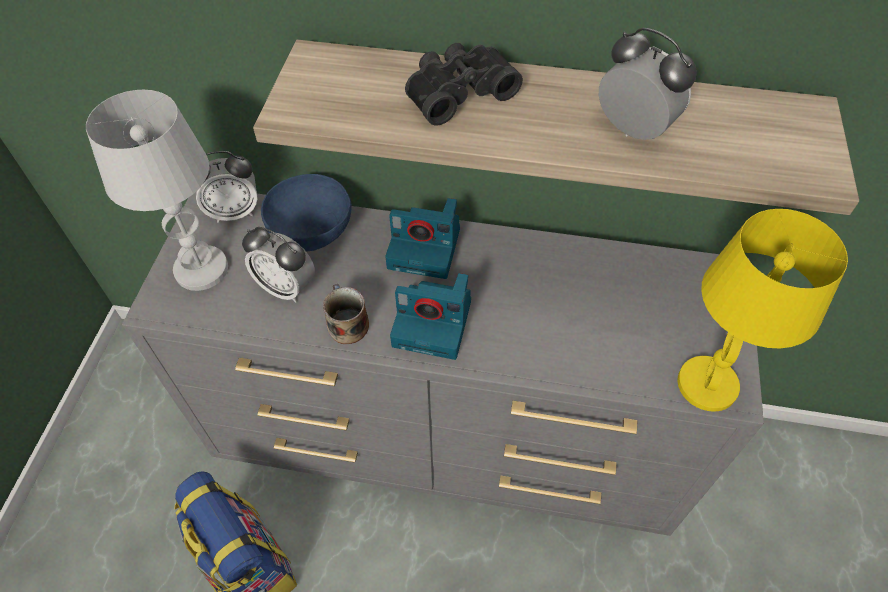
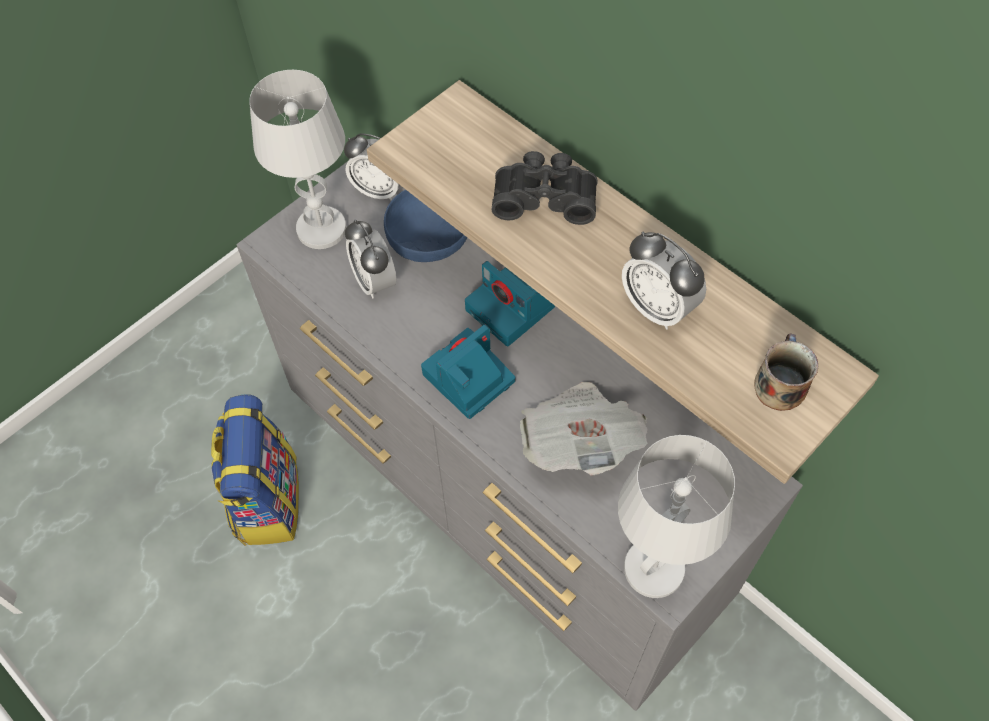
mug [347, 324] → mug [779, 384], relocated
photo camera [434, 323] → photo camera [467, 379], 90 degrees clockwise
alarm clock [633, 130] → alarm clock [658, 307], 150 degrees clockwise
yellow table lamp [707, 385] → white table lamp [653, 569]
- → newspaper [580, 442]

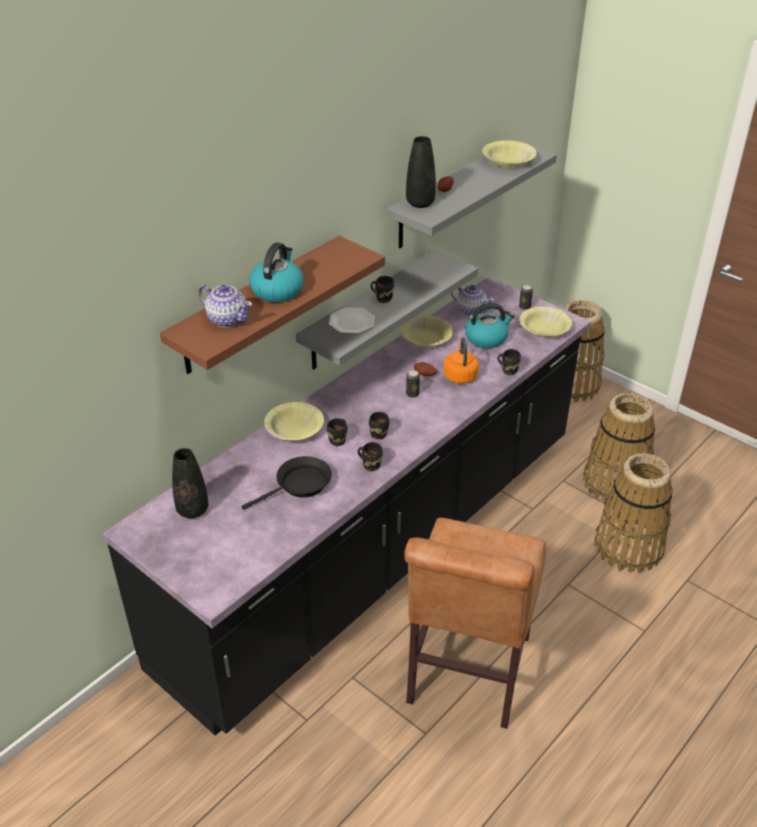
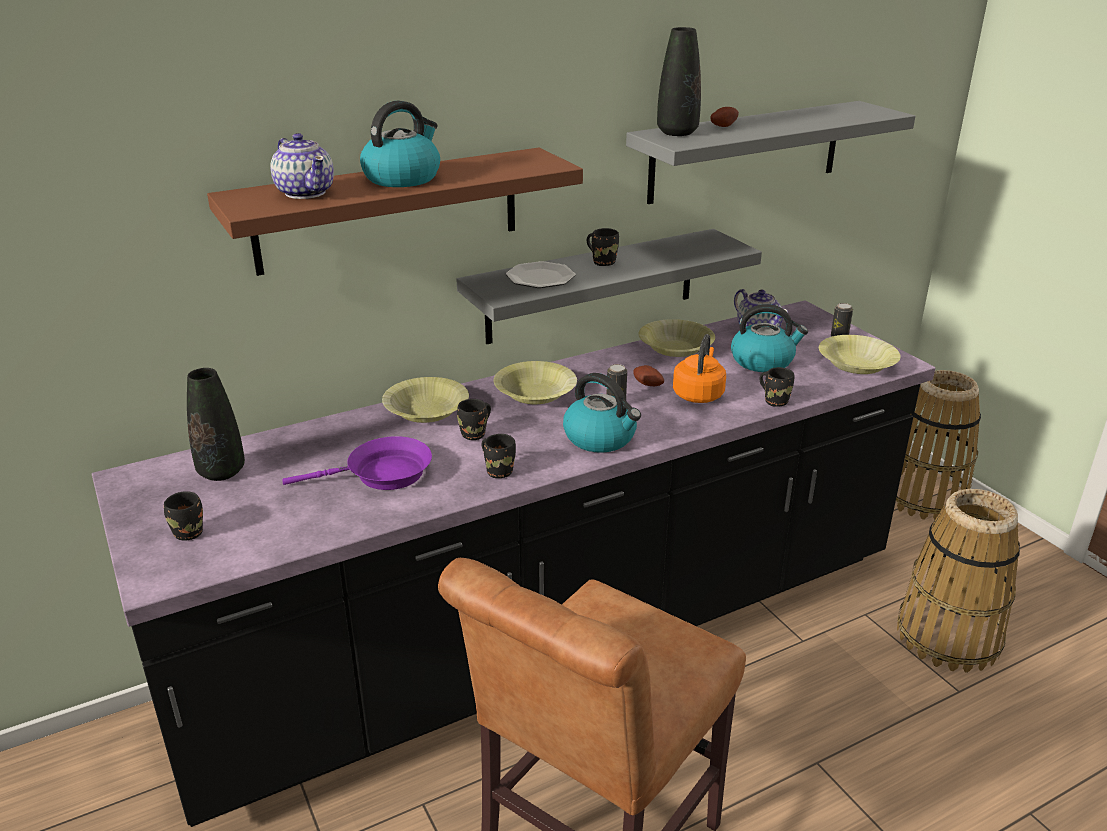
black frying pan [299, 486] → purple frying pan [382, 474]
black mug [379, 434] → black mug [191, 532], relocated
yellow bowl [508, 161] → yellow bowl [535, 393], relocated
basket [628, 547] → -
- → kettle [601, 438]

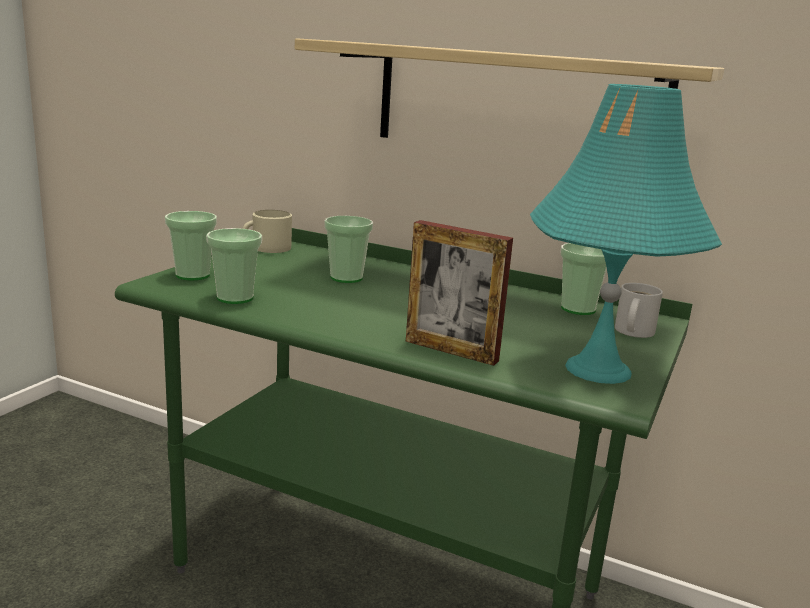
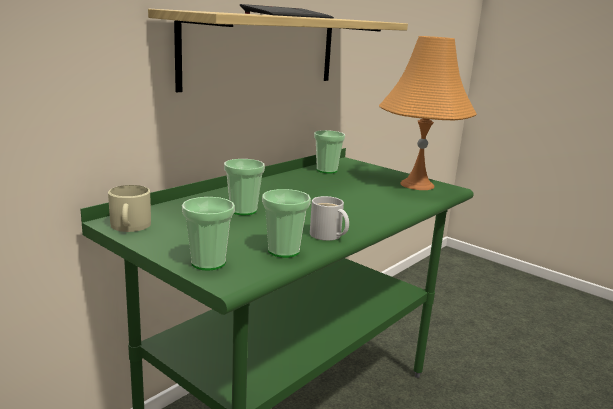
picture frame [451, 351] → -
turquoise table lamp [597, 369] → orange table lamp [416, 185]
white mug [632, 331] → white mug [327, 236], relocated
- → keyboard [289, 16]

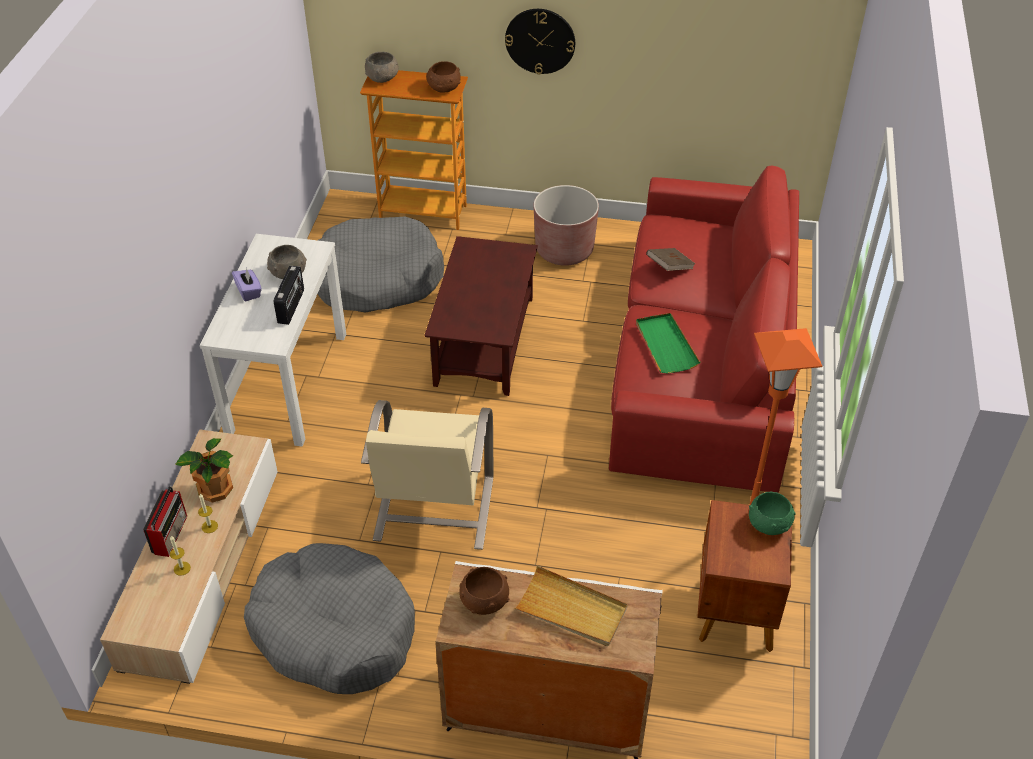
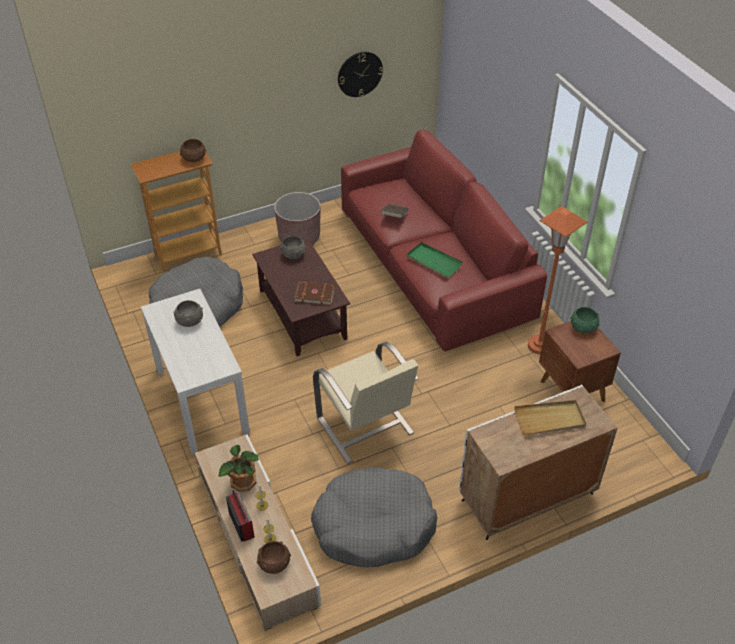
purple tissue box [249, 291] → -
radio [292, 307] → -
grey bowl [383, 78] → grey bowl [293, 254], relocated
brown bowl [484, 601] → brown bowl [274, 563], relocated
wall clock [540, 41] → wall clock [360, 74], relocated
- → brown book [314, 294]

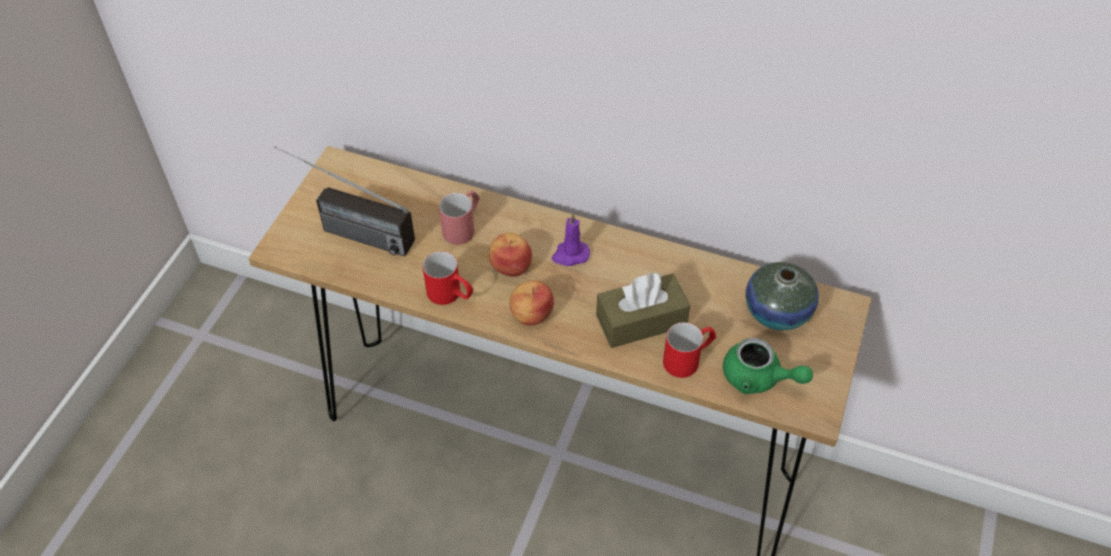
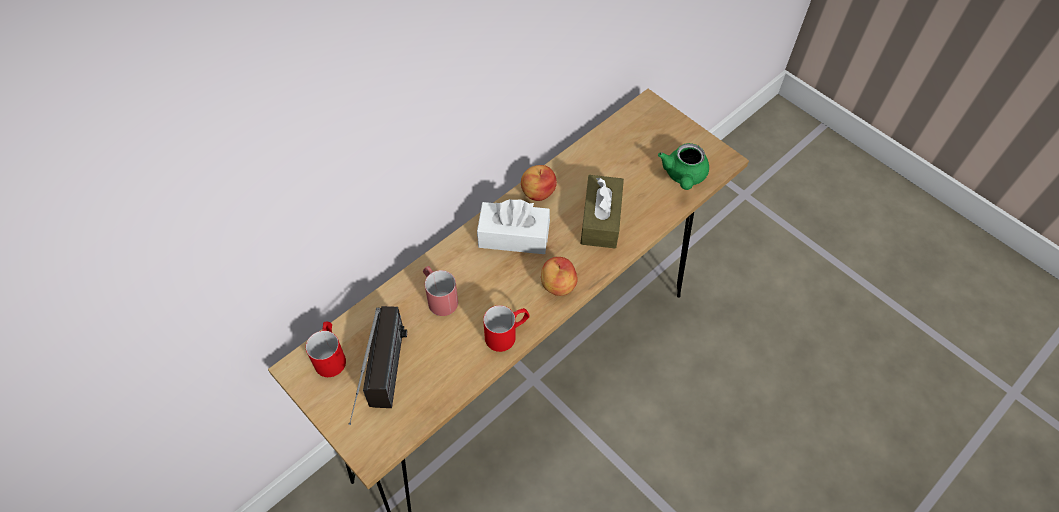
radio [346, 230] → radio [386, 389], 45 degrees counterclockwise
apple [511, 266] → apple [538, 192], relocated
purple candle [570, 255] → white tissue box [513, 236]
red mug [688, 359] → red mug [330, 355], relocated
green teapot [758, 378] → green teapot [683, 176], 135 degrees clockwise
vase [777, 312] → -

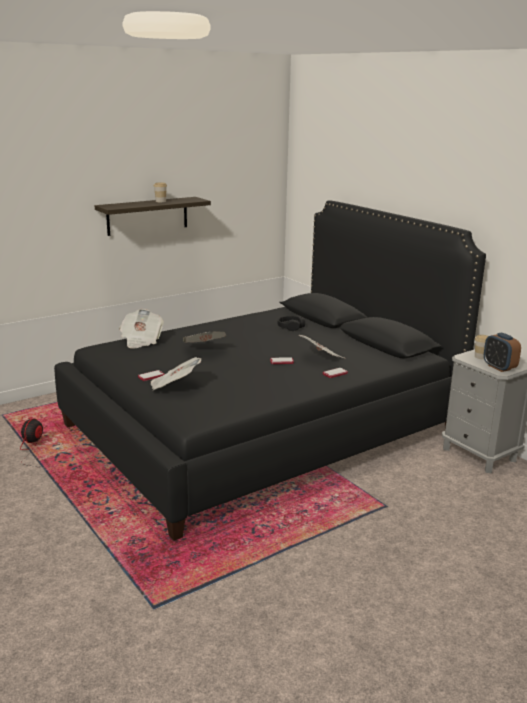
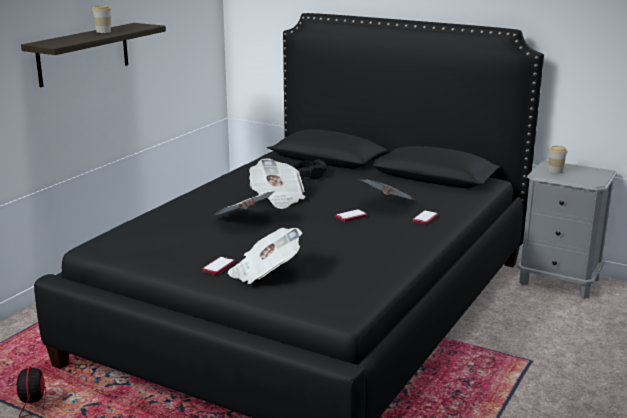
newspaper [141, 340] → newspaper [277, 198], relocated
alarm clock [499, 367] → -

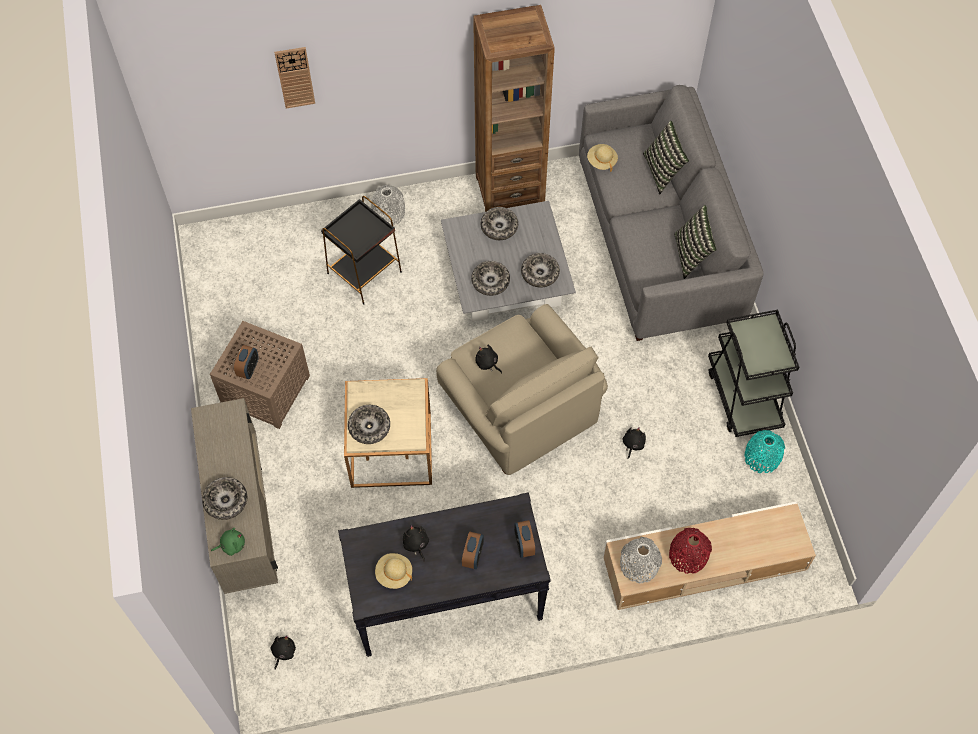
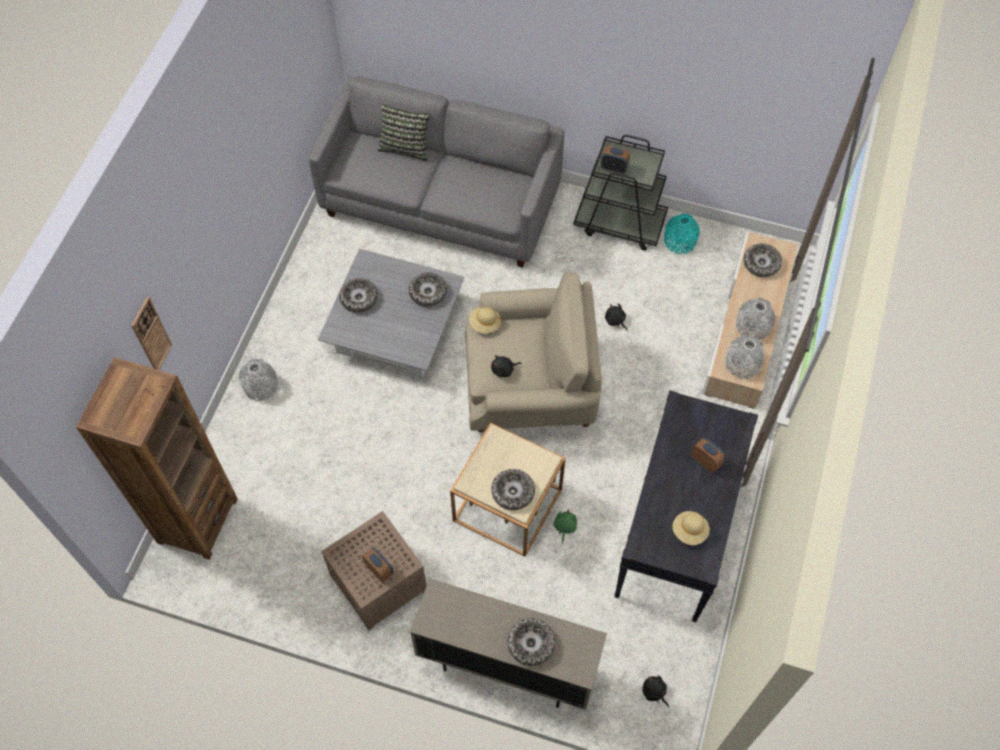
green plush toy [231, 545] → green plush toy [564, 527], relocated
black side table [365, 272] → -
black plush toy [416, 544] → -
bowl [490, 281] → bowl [761, 263], relocated
brown bookcase [509, 190] → brown bookcase [197, 520], relocated
alarm clock [524, 545] → alarm clock [614, 168], relocated
beige hat [601, 161] → beige hat [485, 324], relocated
red vase [688, 556] → grey vase [753, 326]
pillow [692, 255] → -

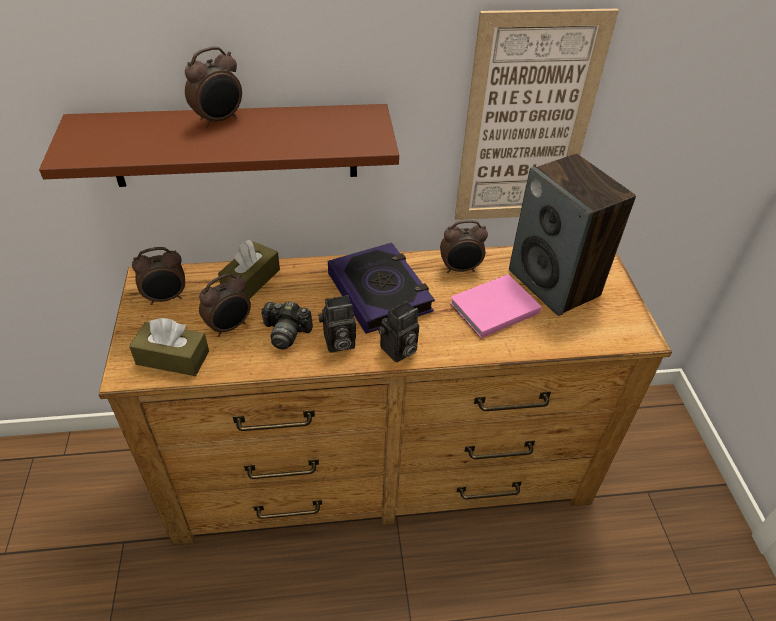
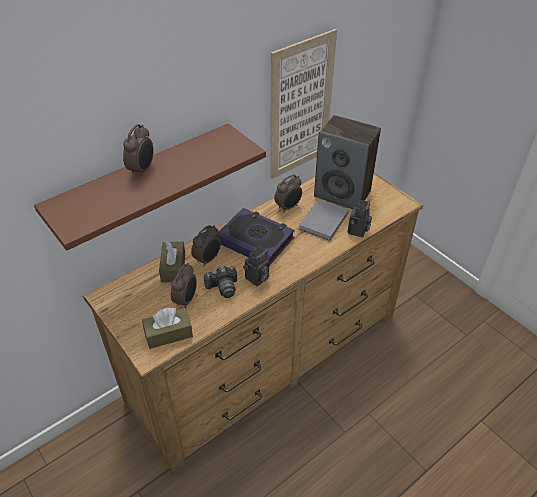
alarm clock [166, 298] → alarm clock [208, 259], relocated
photo camera [398, 351] → photo camera [358, 231], relocated
pink book [492, 308] → grey book [322, 221]

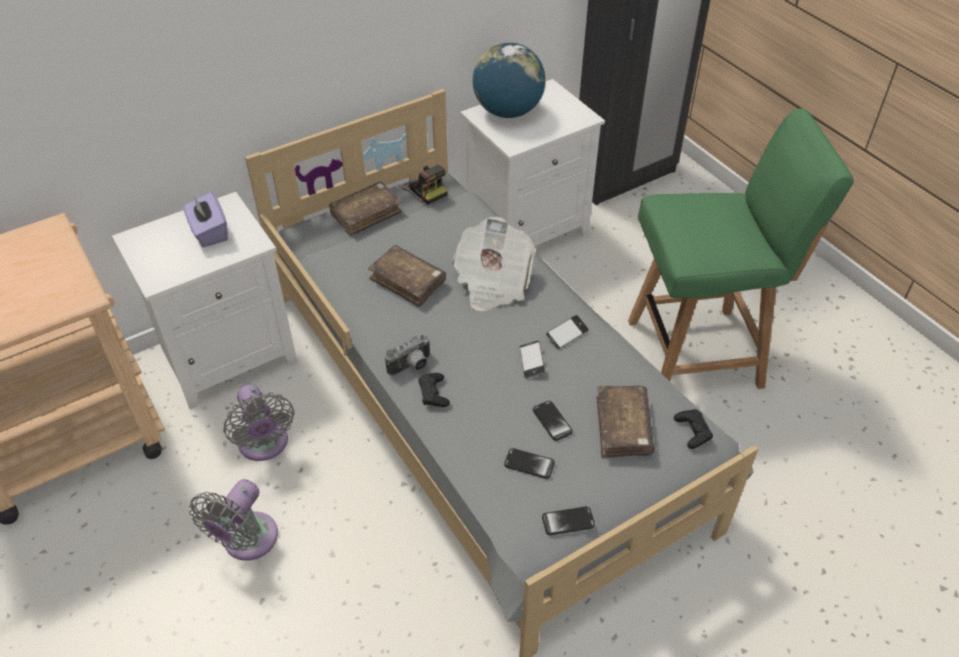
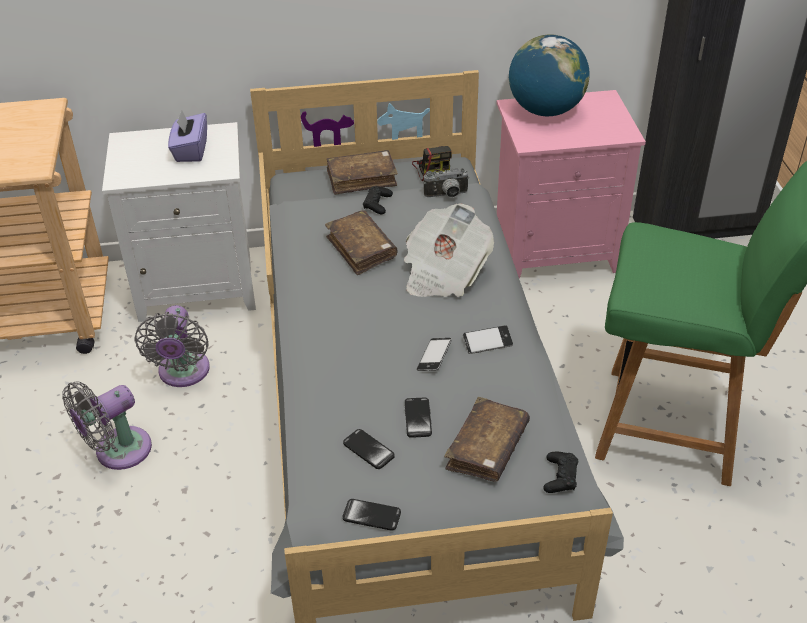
photo camera [412, 367] → photo camera [447, 196], relocated
black game controller [433, 394] → black game controller [377, 204], relocated
white nightstand [527, 229] → pink nightstand [556, 249]

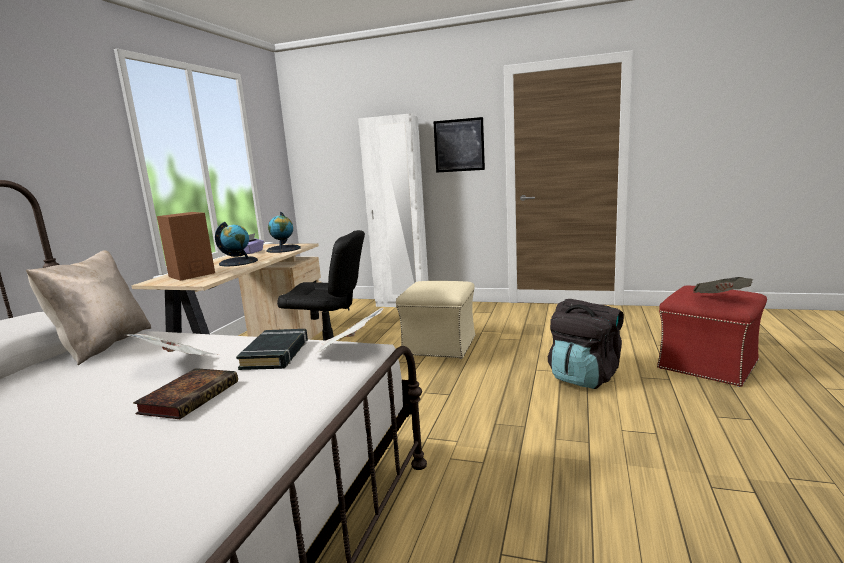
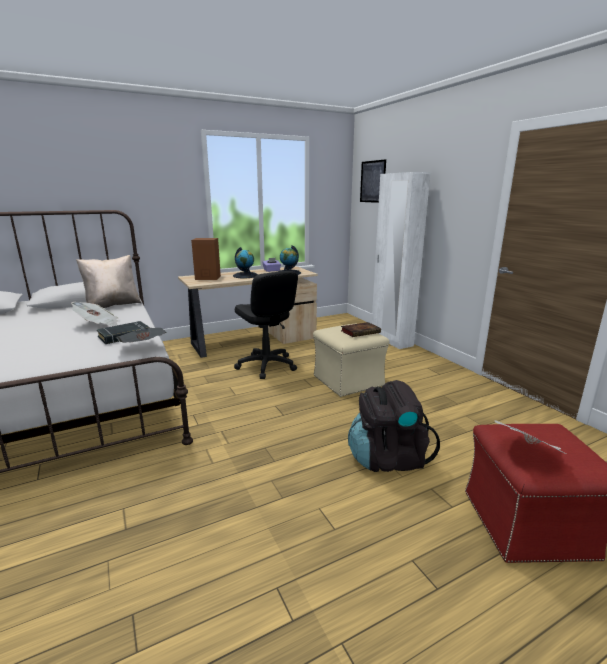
book [191, 396] → book [361, 332], relocated
picture [459, 145] → picture [372, 181], relocated

